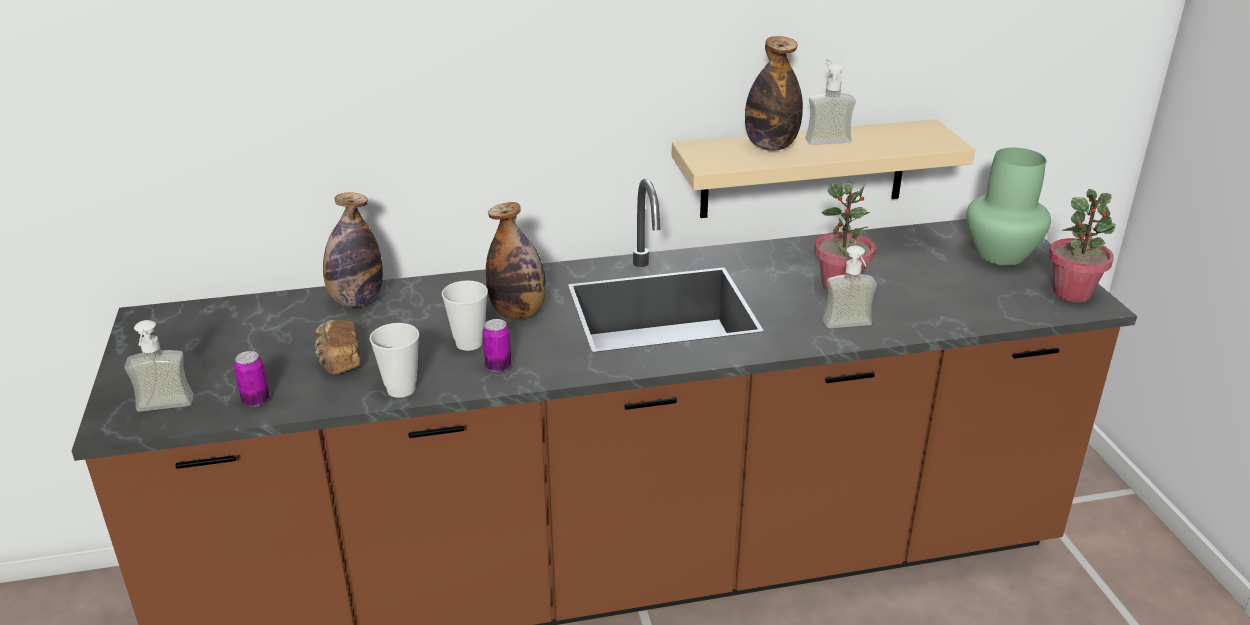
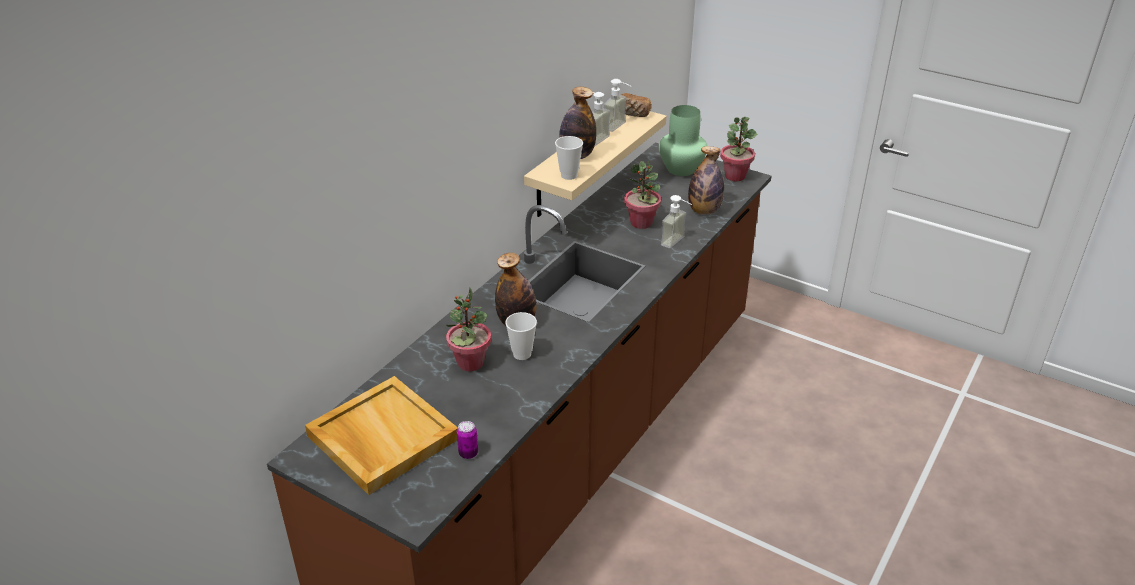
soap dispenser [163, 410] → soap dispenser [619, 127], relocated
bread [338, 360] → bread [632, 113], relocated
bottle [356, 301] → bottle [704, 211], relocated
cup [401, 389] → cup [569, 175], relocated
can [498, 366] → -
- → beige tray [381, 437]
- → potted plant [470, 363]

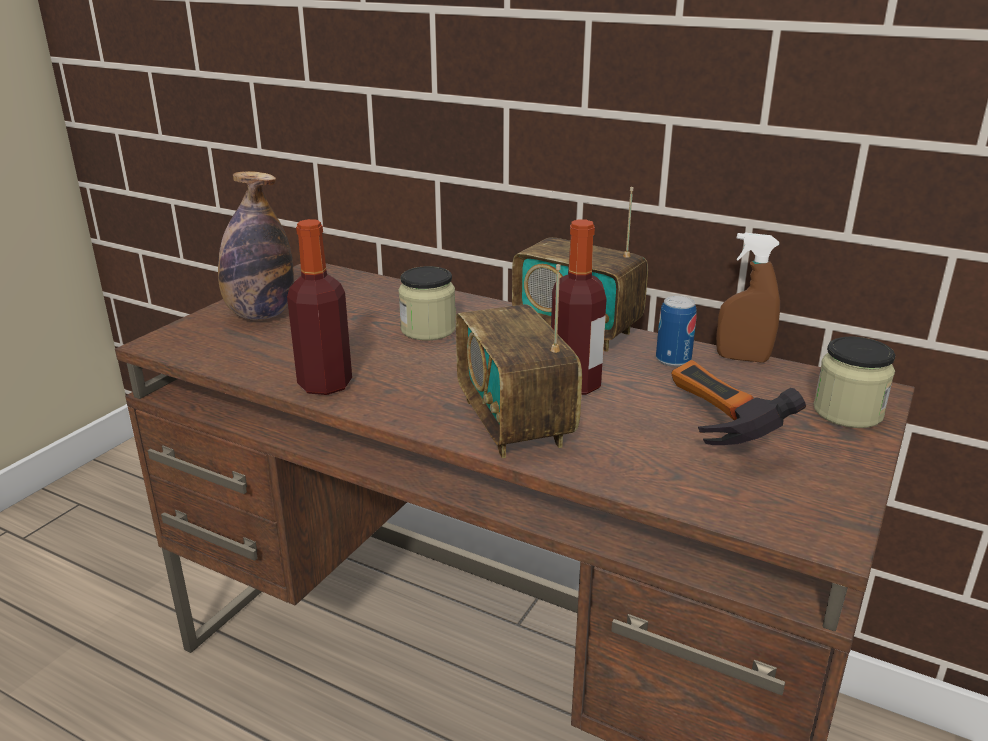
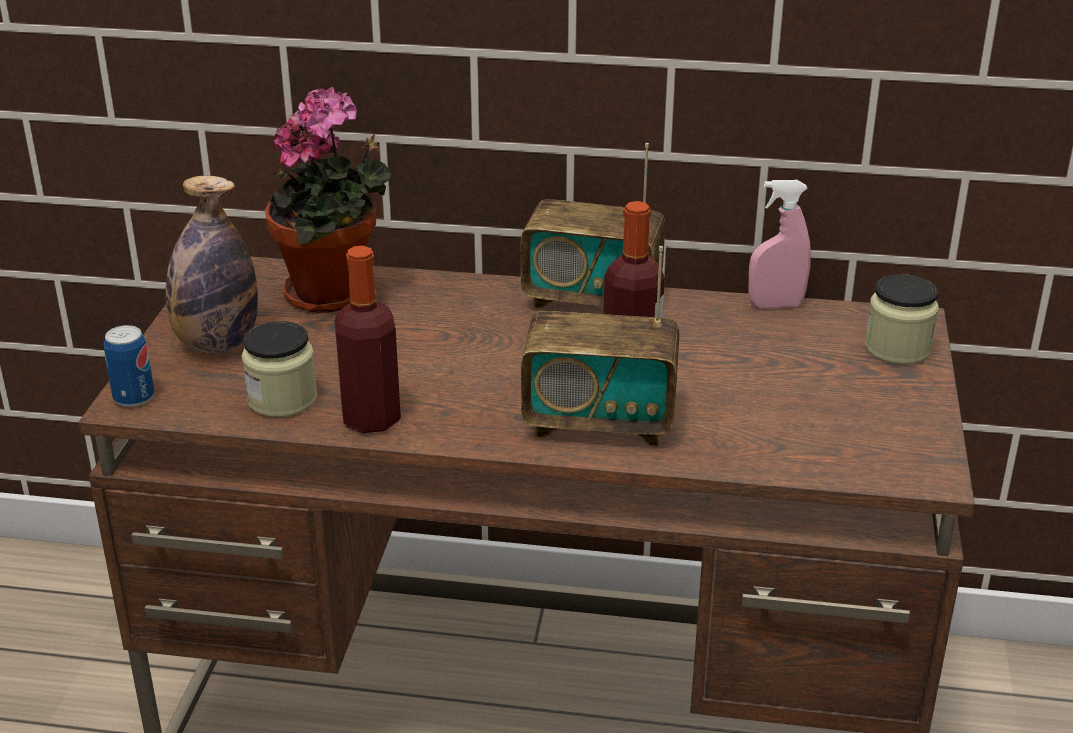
jar [428, 329] → jar [282, 399], relocated
radio [514, 422] → radio [599, 422], 45 degrees counterclockwise
can [673, 360] → can [134, 397], relocated
hammer [708, 426] → -
brown spray bottle [742, 358] → pink spray bottle [775, 305]
- → potted plant [334, 295]

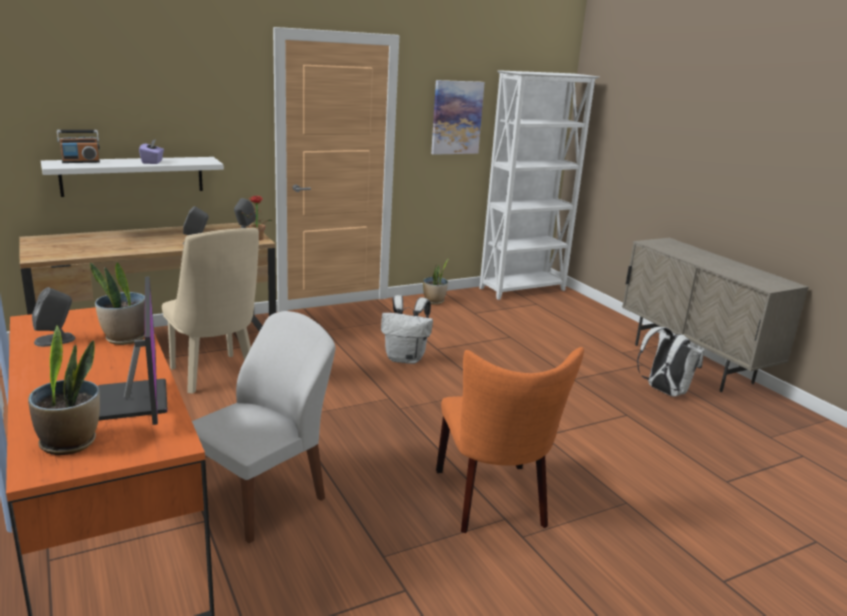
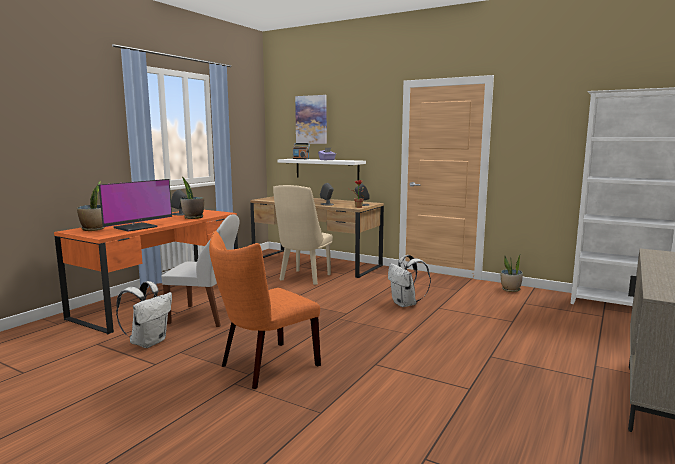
picture [456, 117] → picture [311, 119], relocated
white backpack [663, 391] → white backpack [148, 342], relocated

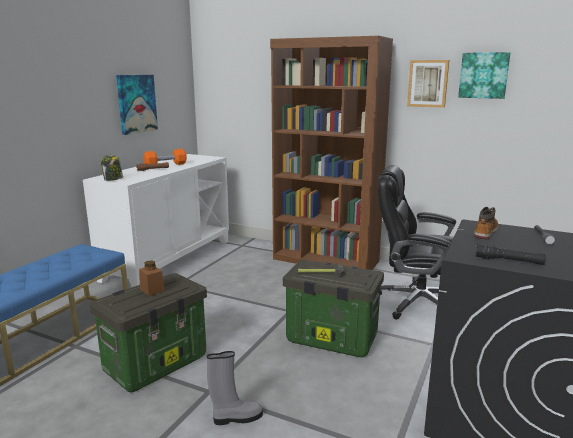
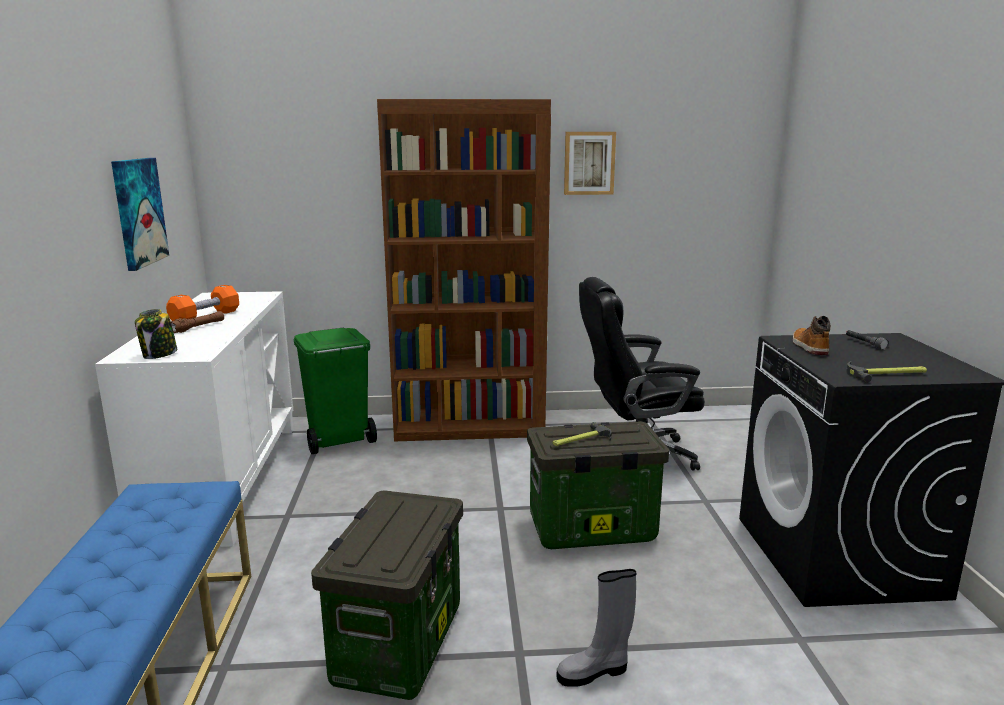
brown jar [152, 290] → -
grey boot [236, 418] → grey boot [594, 672], 150 degrees counterclockwise
picture [483, 75] → -
black flashlight [509, 261] → hammer [887, 374]
- → green trash can [338, 441]

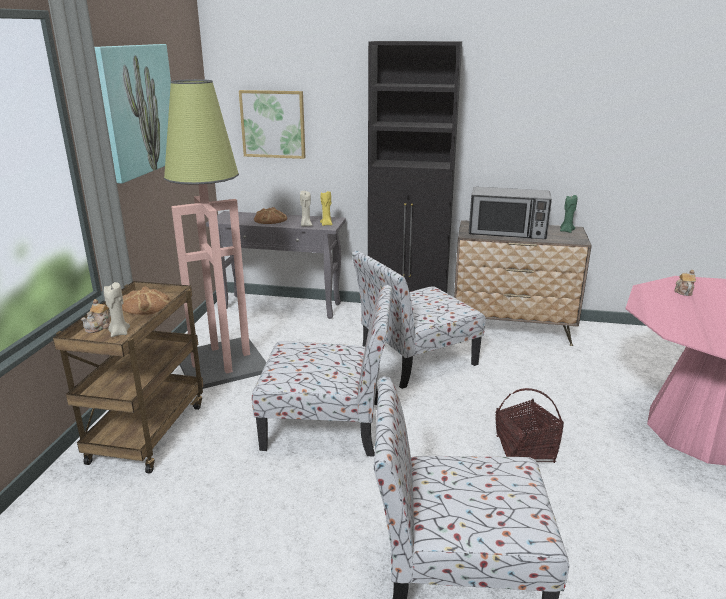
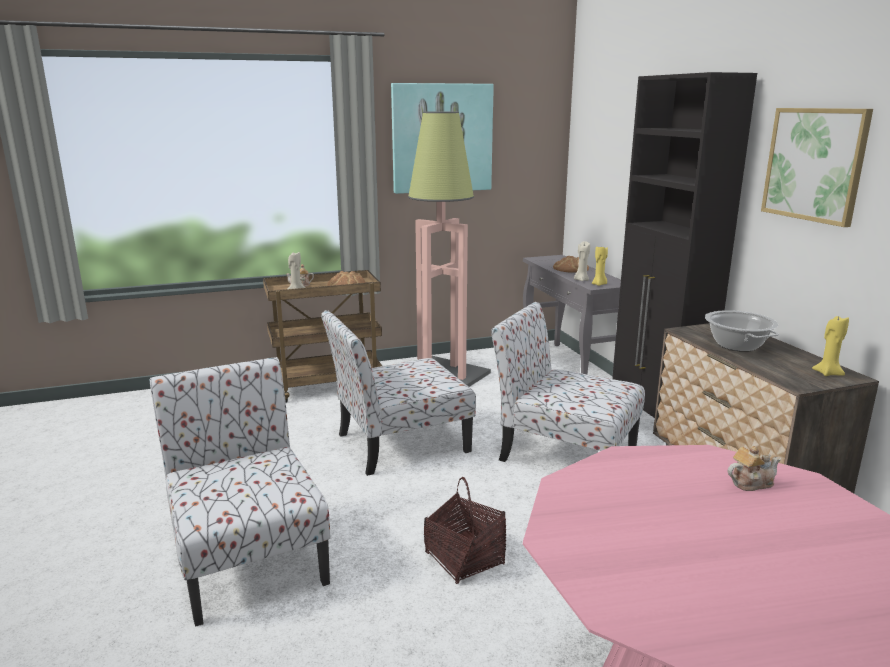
picture [273, 124] → picture [814, 164], relocated
chair [327, 425] → chair [399, 444], 90 degrees clockwise
microwave [507, 232] → cooking pot [737, 345]
green candle [566, 231] → yellow candle [827, 373]

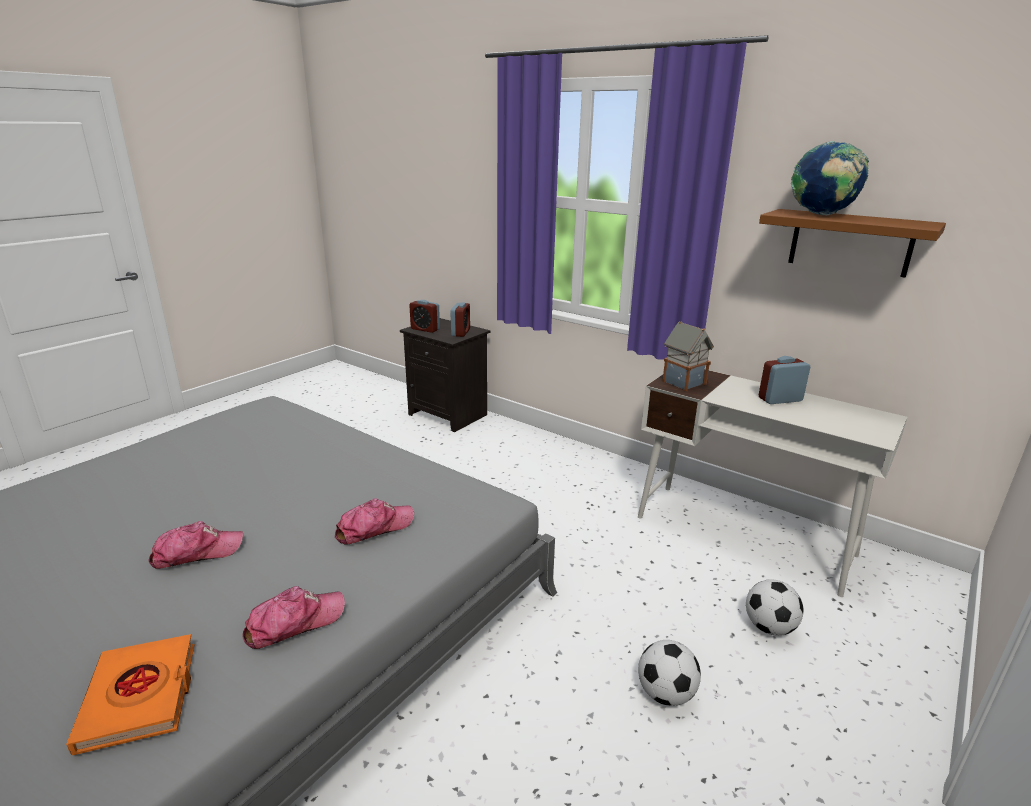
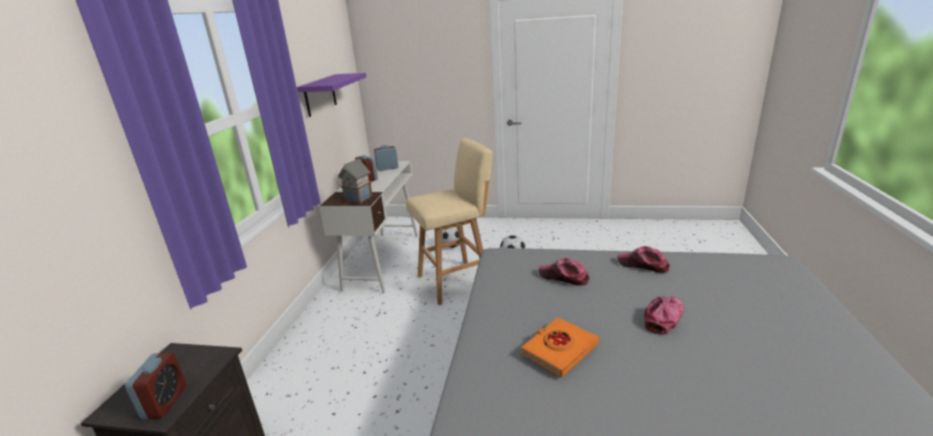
orange book [140, 697] → orange book [559, 350], relocated
cap [197, 552] → cap [663, 318], 90 degrees clockwise
alarm clock [460, 333] → alarm clock [387, 168], relocated
brown shelf [850, 242] → purple shelf [320, 95]
globe [821, 215] → -
- → beige stool [456, 281]

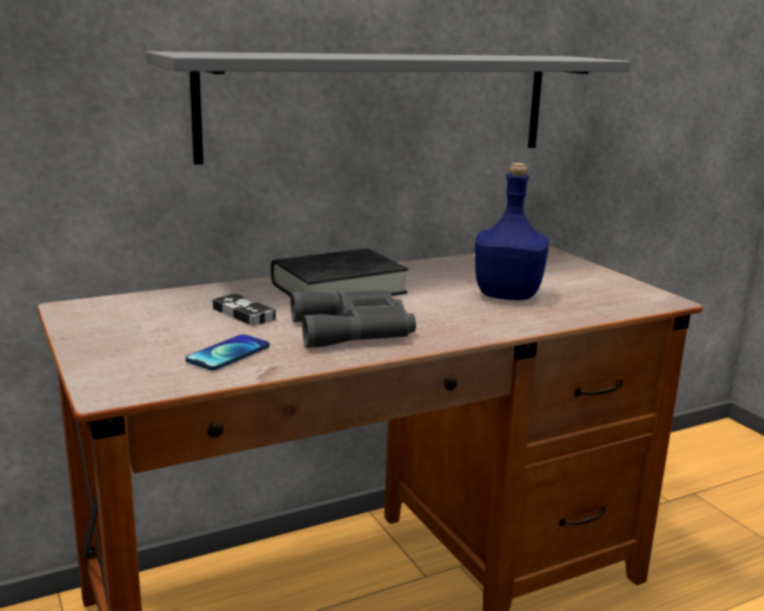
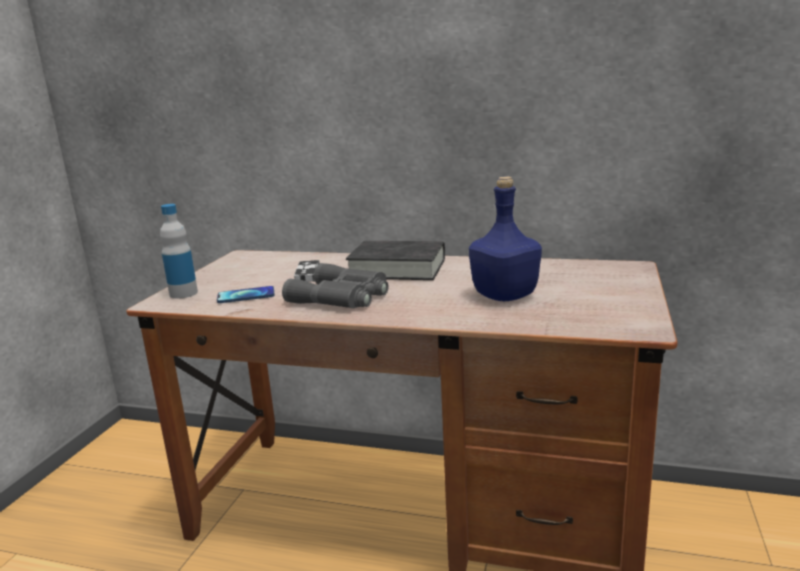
grey shelf [382, 105] → -
- → bottle [183, 293]

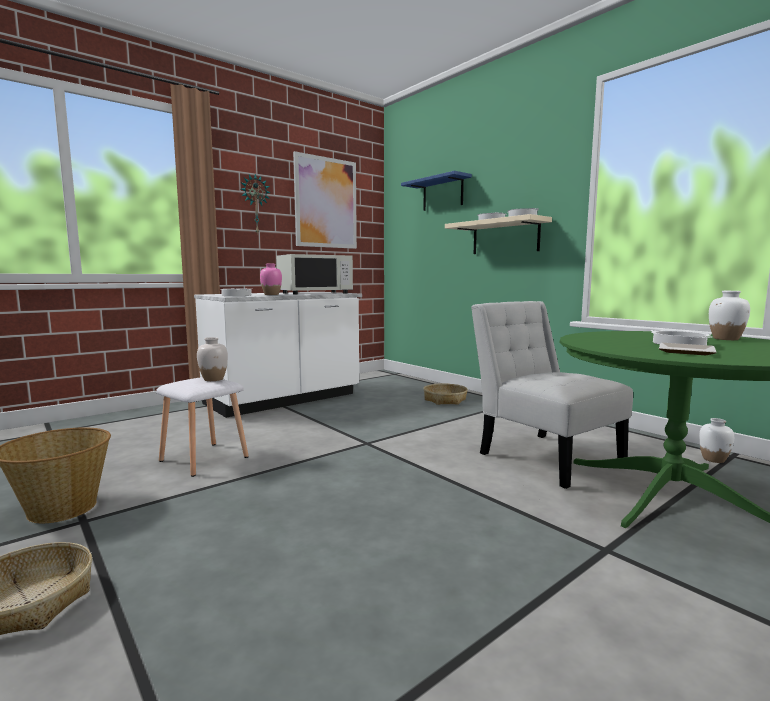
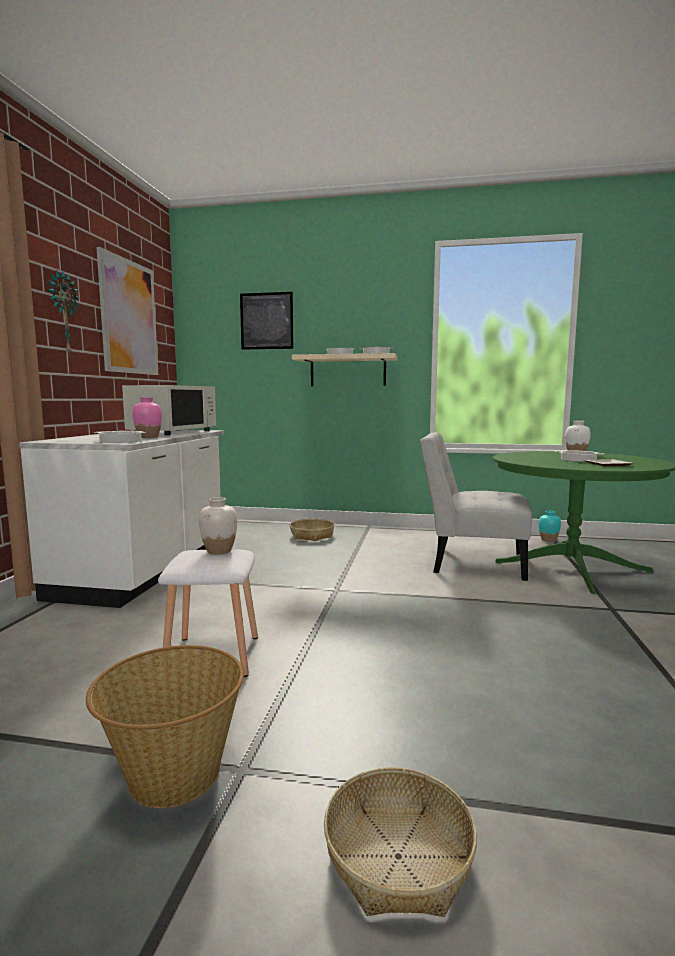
blue shelf [442, 194] → picture [266, 321]
white vase [713, 459] → turquoise vase [548, 540]

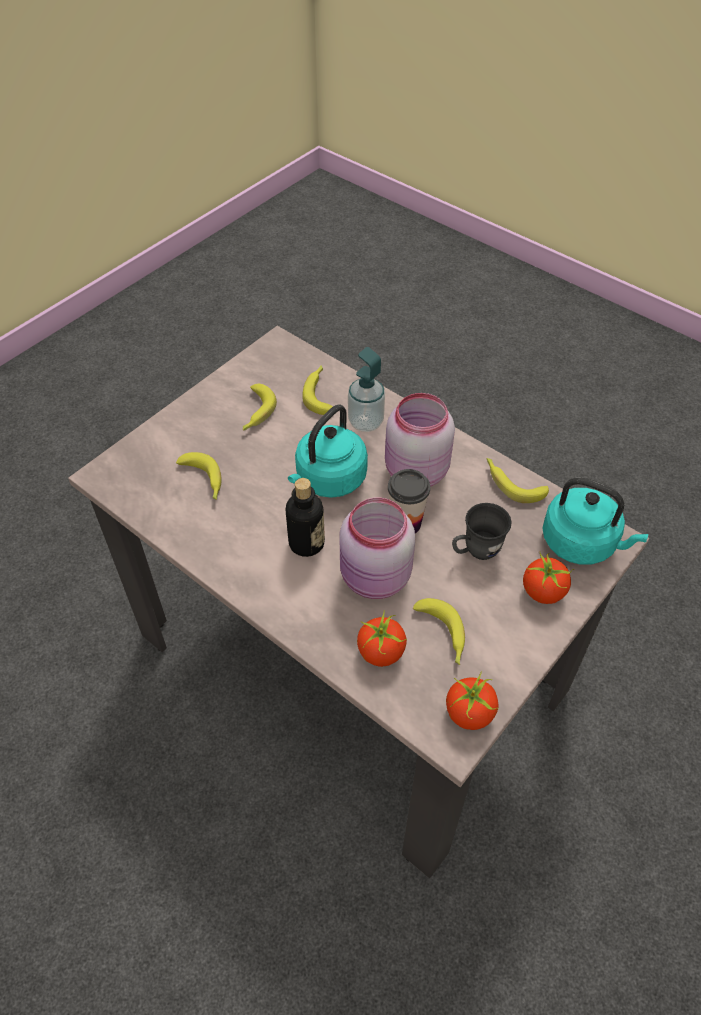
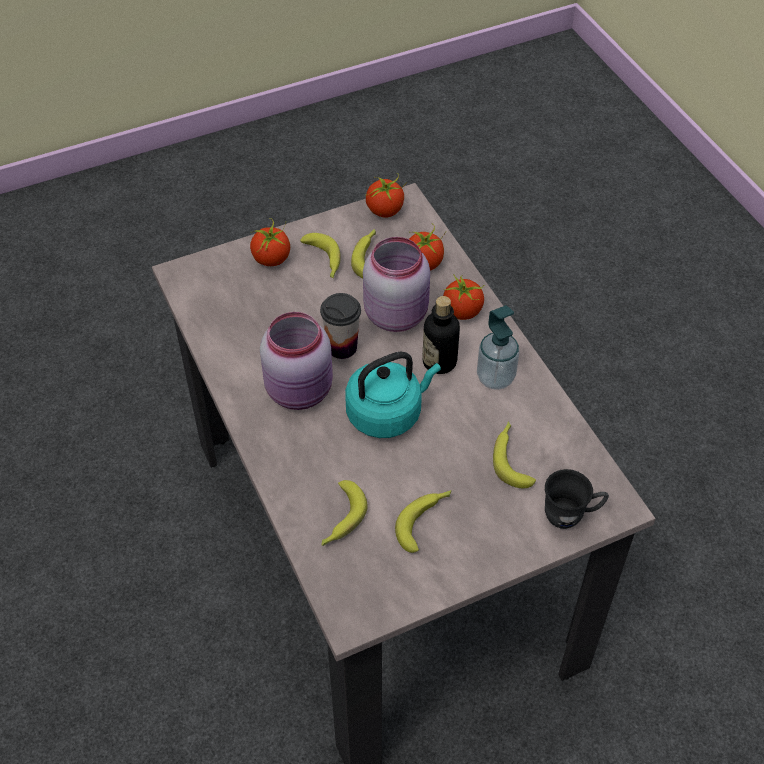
soap dispenser [365, 422] → soap dispenser [495, 378], relocated
grey mug [475, 551] → grey mug [571, 516], relocated
banana [512, 483] → banana [323, 261], relocated
turquoise kettle [582, 543] → -
- → tomato [462, 312]

